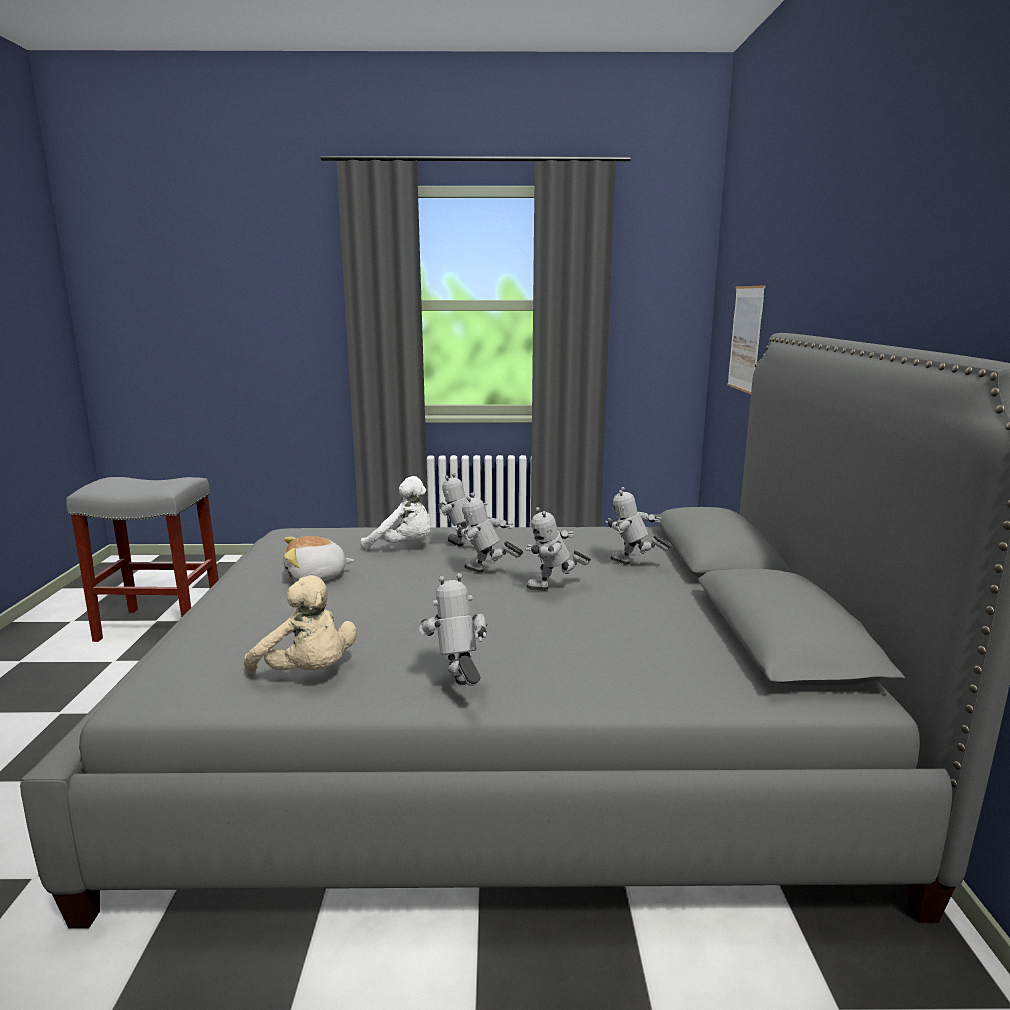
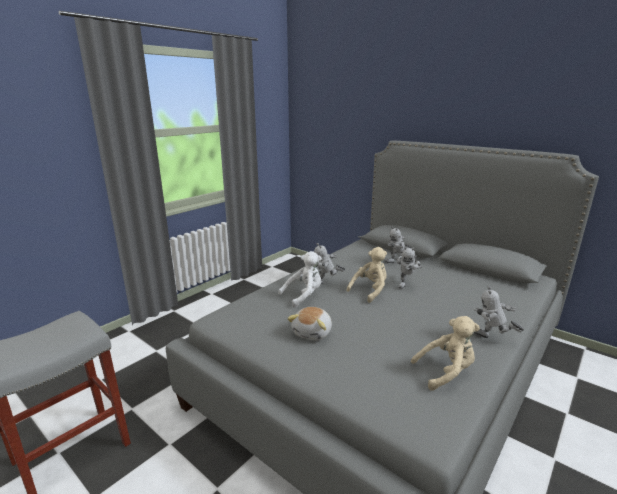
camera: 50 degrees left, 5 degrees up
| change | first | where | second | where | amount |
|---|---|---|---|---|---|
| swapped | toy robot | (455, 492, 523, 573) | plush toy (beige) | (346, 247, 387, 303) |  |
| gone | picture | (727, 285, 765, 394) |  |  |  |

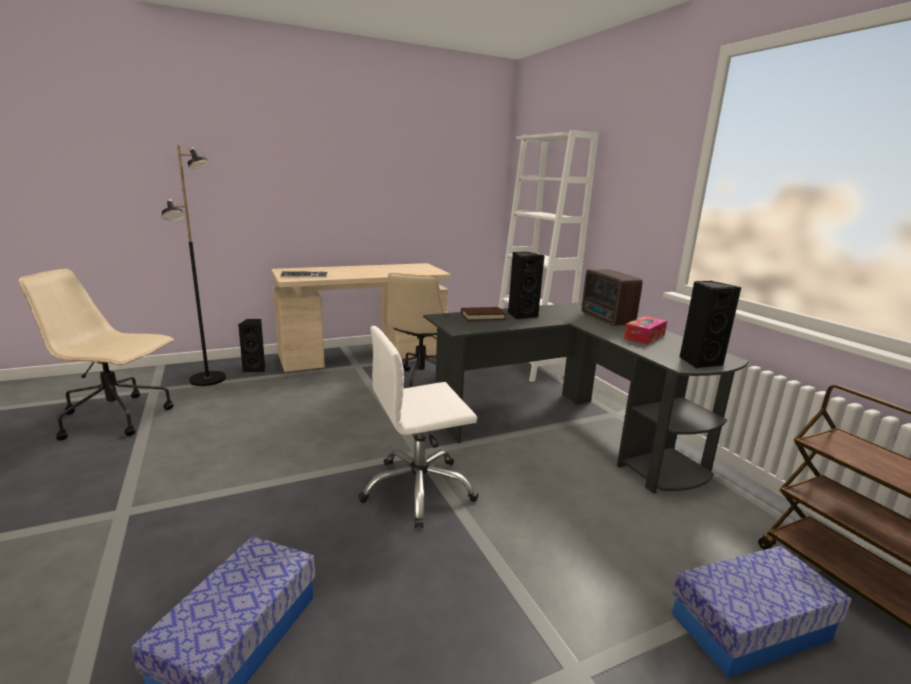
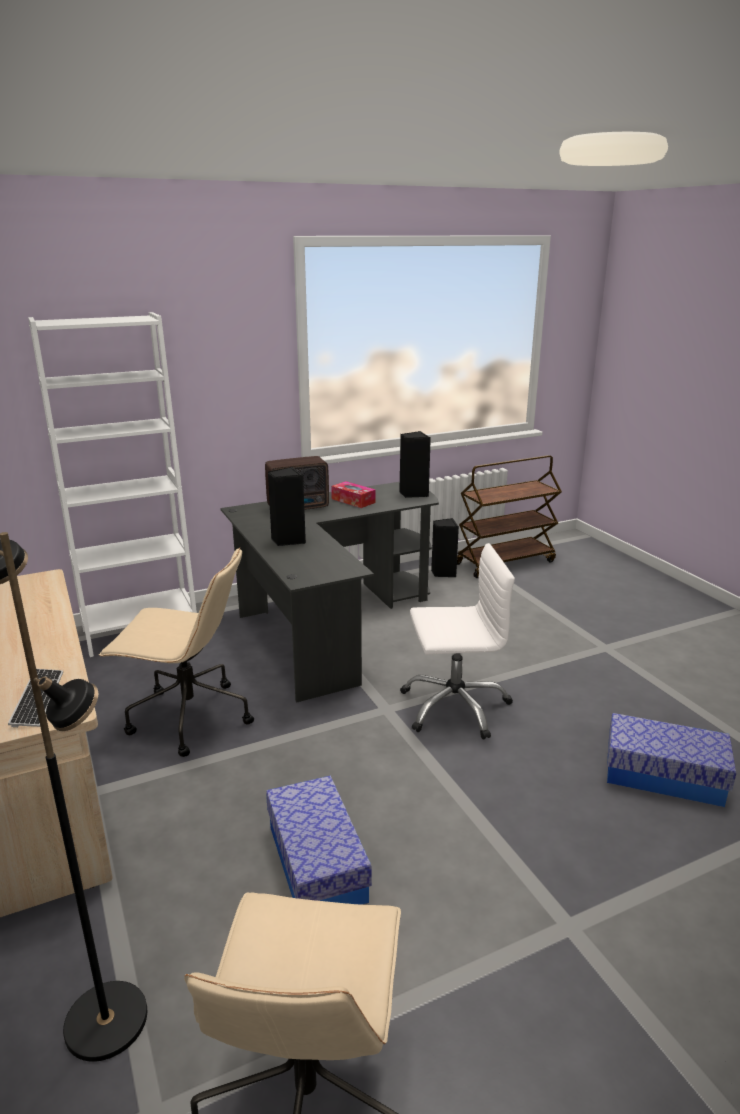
camera: 90 degrees left, 5 degrees up
| change | first | where | second | where | amount |
|---|---|---|---|---|---|
| shifted | storage box | (672, 546, 851, 677) |  | (266, 775, 372, 905) |  |
| rotated | office chair (white) | (358, 326, 479, 528) |  | (400, 543, 515, 740) | 75 degrees counterclockwise |
| shifted | speaker (black) | (238, 319, 265, 372) |  | (431, 518, 459, 577) |  |
| gone | book (brown) | (461, 307, 506, 321) |  |  |  |

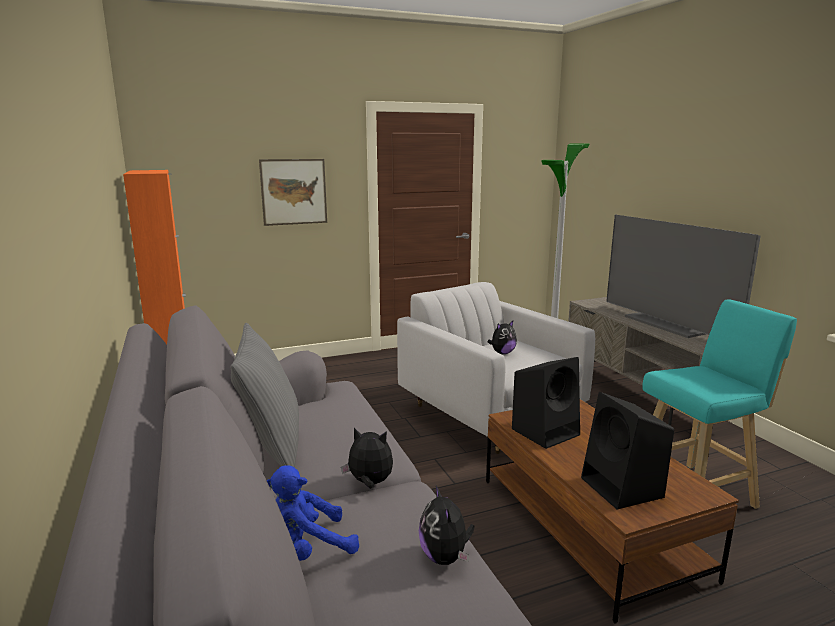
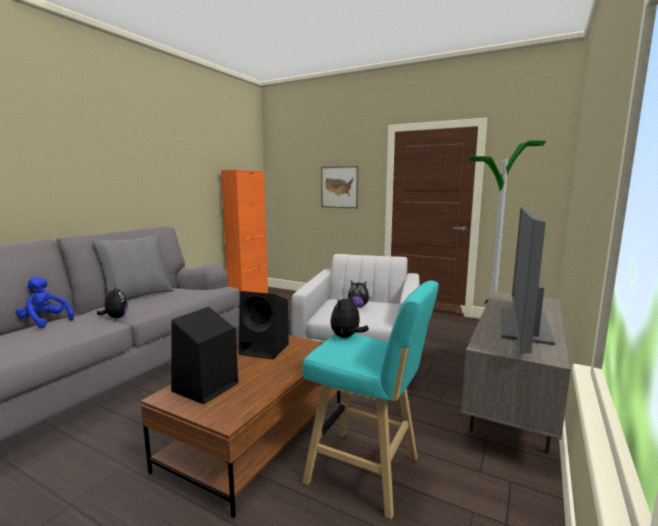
camera: 50 degrees right, 5 degrees down
| change | first | where | second | where | amount |
|---|---|---|---|---|---|
| shifted | plush toy | (419, 484, 475, 565) |  | (330, 294, 369, 338) |  |

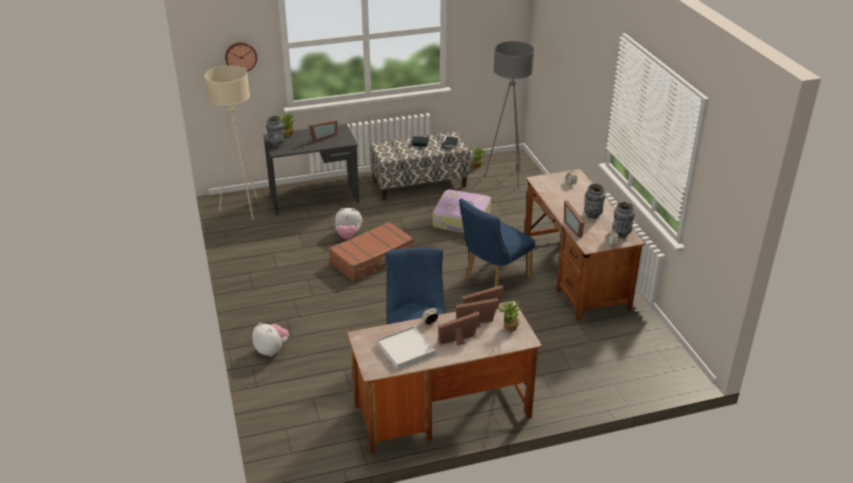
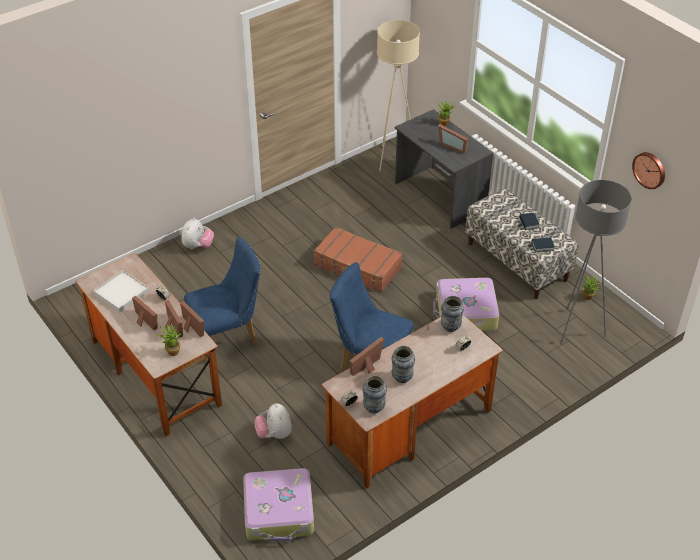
camera: 70 degrees right, 10 degrees up
| change | first | where | second | where | amount |
|---|---|---|---|---|---|
| new |  |  | suitcase | (243, 468, 314, 541) |  |
| shifted | plush toy | (335, 208, 362, 239) |  | (255, 403, 292, 439) |  |
| shifted | vase | (266, 116, 284, 147) |  | (441, 296, 464, 332) |  |
| shifted | wall clock | (225, 42, 257, 72) |  | (632, 152, 665, 189) |  |

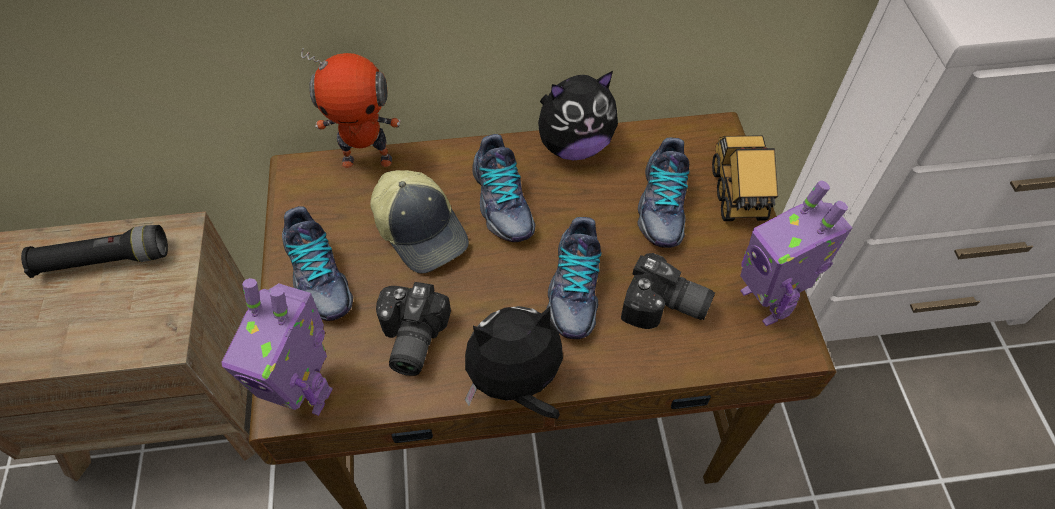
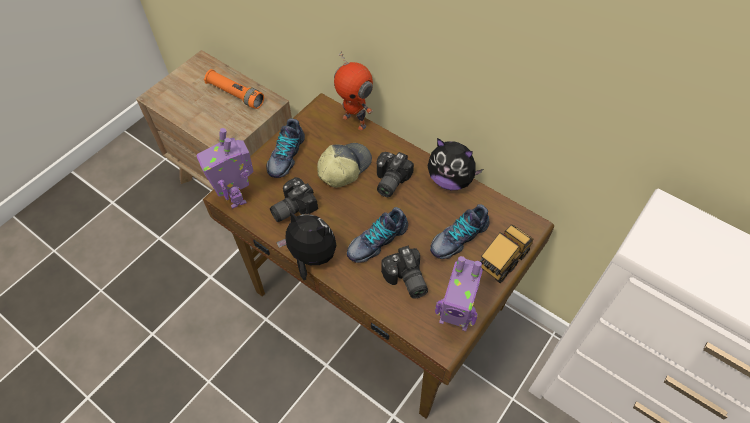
camera: 45 degrees right, 0 degrees up
| change | first | where | second | where | amount |
|---|---|---|---|---|---|
| repainted | flashlight (black) | (21, 225, 168, 278) | flashlight (orange) | (204, 69, 264, 109) |  |
| rotated | cap | (370, 170, 469, 273) |  | (317, 143, 372, 188) | 150 degrees counterclockwise |
| swapped | shoe | (472, 134, 535, 242) | photo camera | (377, 152, 414, 197) |  |
| rotated | toy robot | (740, 181, 852, 326) |  | (435, 256, 483, 331) | 90 degrees counterclockwise |

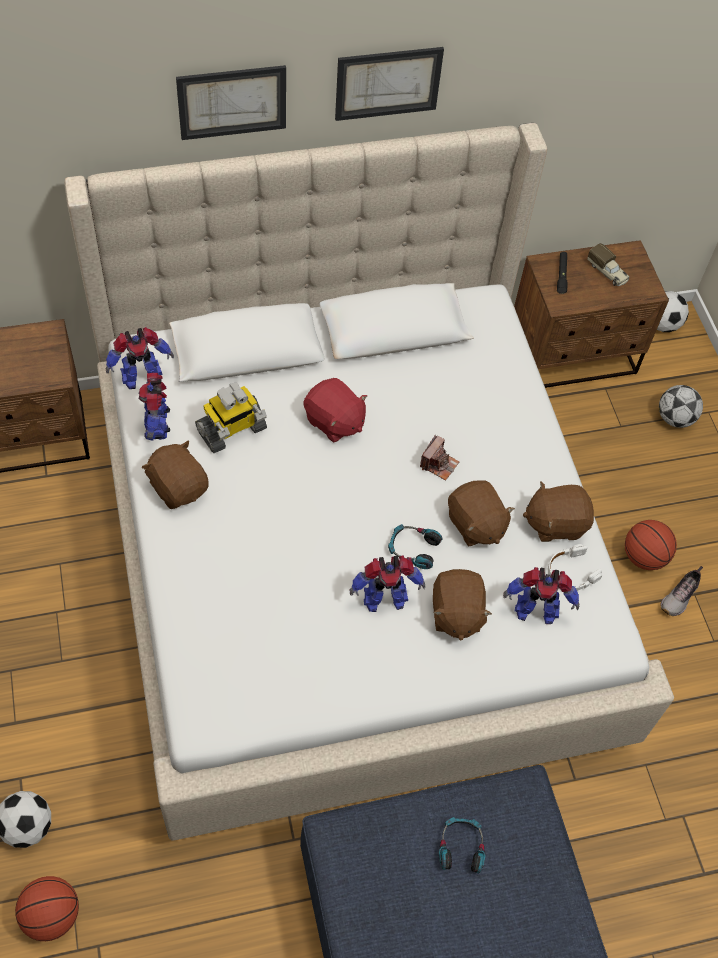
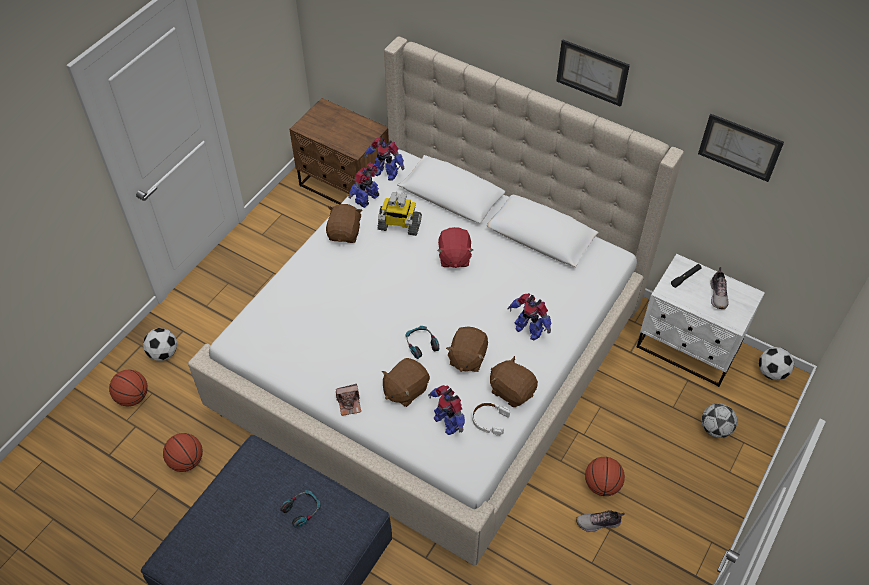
camera: 50 degrees right, 5 degrees down
| change | first | where | second | where | amount |
|---|---|---|---|---|---|
| new |  |  | basketball | (163, 433, 203, 472) |  |
| shifted | photo camera | (420, 435, 459, 480) |  | (336, 384, 361, 416) |  |
| shifted | toy robot | (350, 556, 425, 612) |  | (508, 293, 552, 341) |  |
| repainted | nightstand (brown) | (514, 240, 669, 388) | nightstand (white) | (637, 254, 765, 387) |  |
| shifted | picture | (176, 65, 286, 140) |  | (698, 114, 784, 182) |  |
| swapped | toy truck | (587, 243, 629, 286) | shoe | (710, 267, 729, 309) |  |

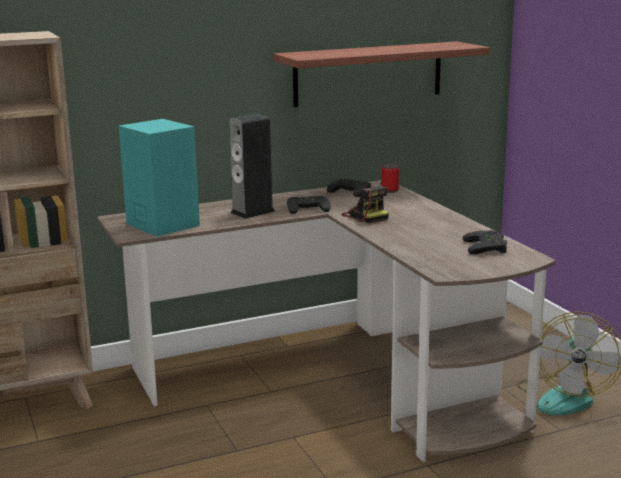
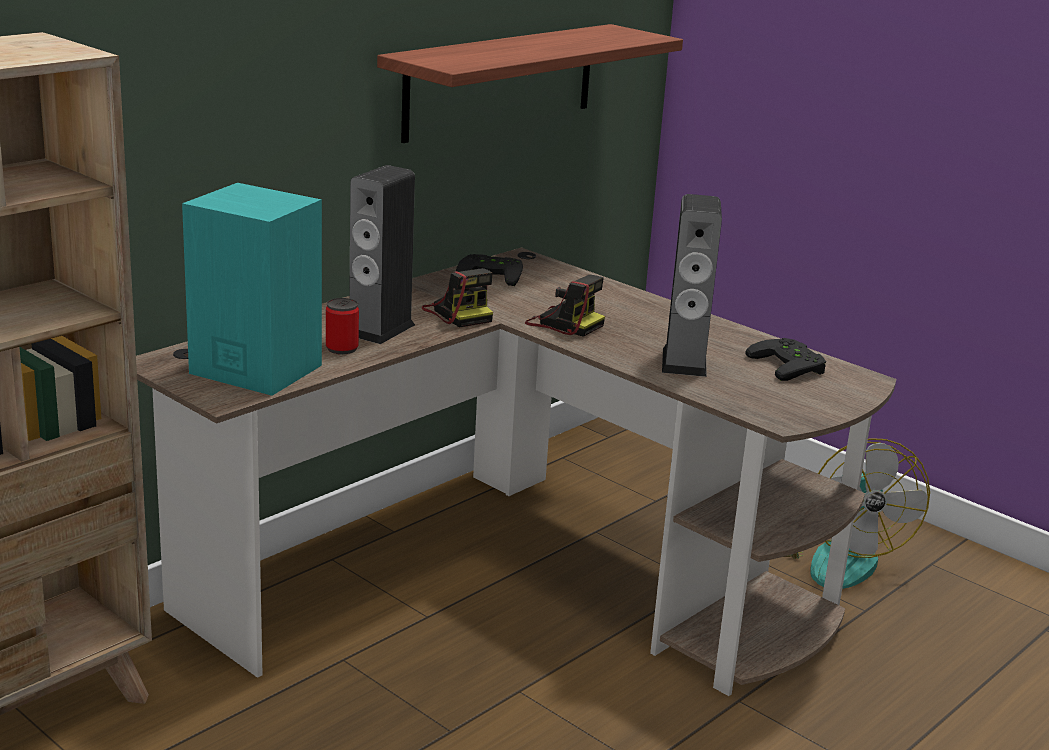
camera: 25 degrees left, 5 degrees up
| change | first | where | second | where | amount |
|---|---|---|---|---|---|
| shifted | can | (381, 164, 399, 193) |  | (326, 298, 359, 354) |  |
| swapped | game controller (black) | (287, 196, 331, 214) | photo camera | (422, 268, 493, 328) |  |
| new |  |  | speaker | (662, 194, 722, 377) |  |

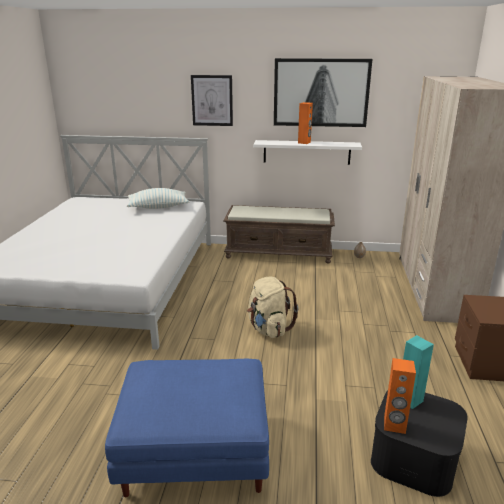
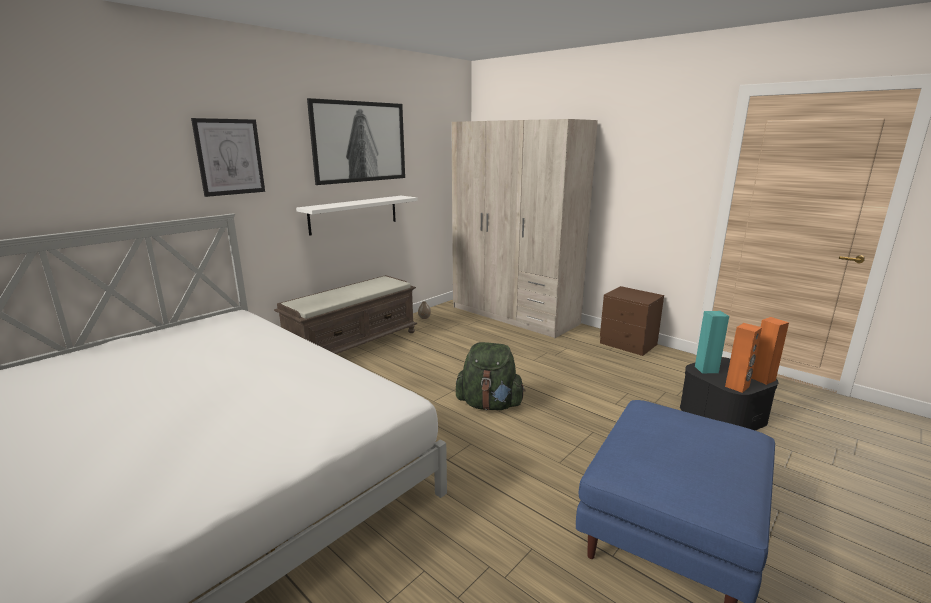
camera: 55 degrees left, 5 degrees down
| change | first | where | second | where | amount |
|---|---|---|---|---|---|
| repainted | backpack (beige) | (247, 277, 299, 338) | backpack (green) | (456, 342, 525, 410) |  |
| shifted | speaker (orange) | (298, 102, 313, 144) |  | (751, 317, 789, 385) |  |
| gone | pillow | (127, 188, 189, 209) |  |  |  |

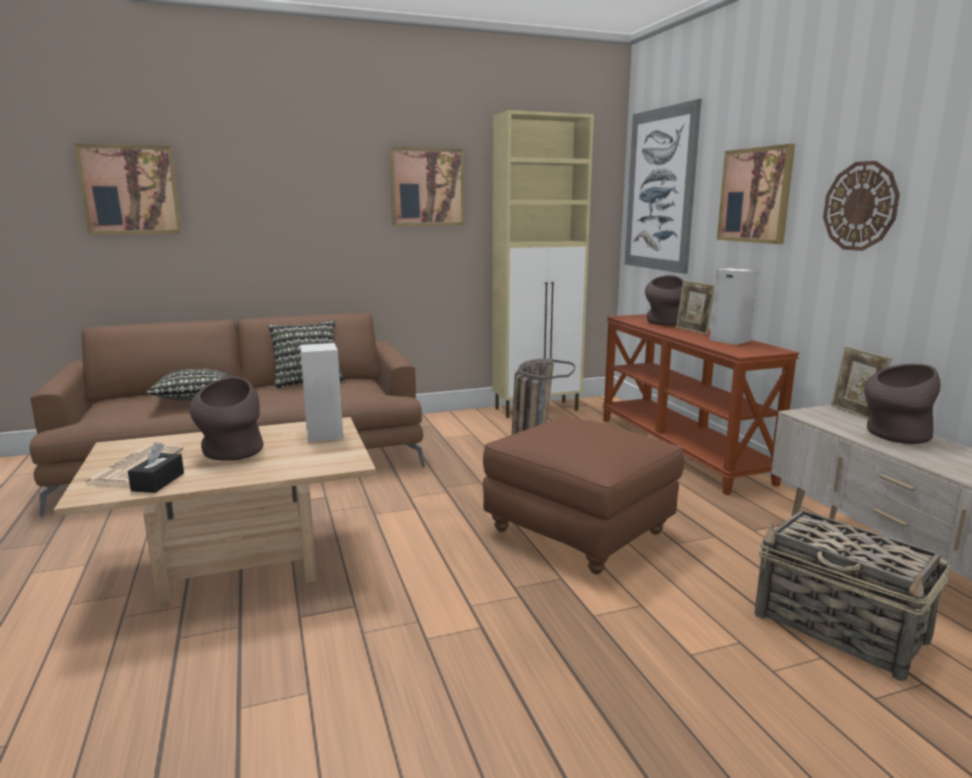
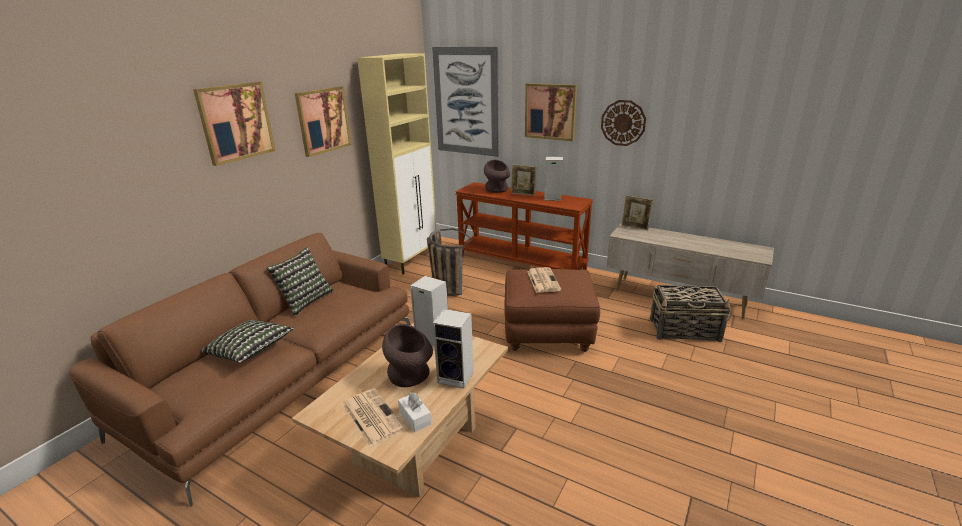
camera: 40 degrees left, 10 degrees up
| change | first | where | second | where | amount |
|---|---|---|---|---|---|
| shifted | picture | (74, 144, 182, 235) |  | (193, 82, 276, 166) |  |
| repainted | tissue box (black) | (128, 442, 184, 493) | tissue box (white) | (398, 392, 432, 432) |  |
| new |  |  | speaker | (433, 309, 474, 388) |  |
| new |  |  | newspaper | (527, 267, 561, 293) |  |
| gone | vase (brown) | (864, 364, 941, 444) |  |  |  |

